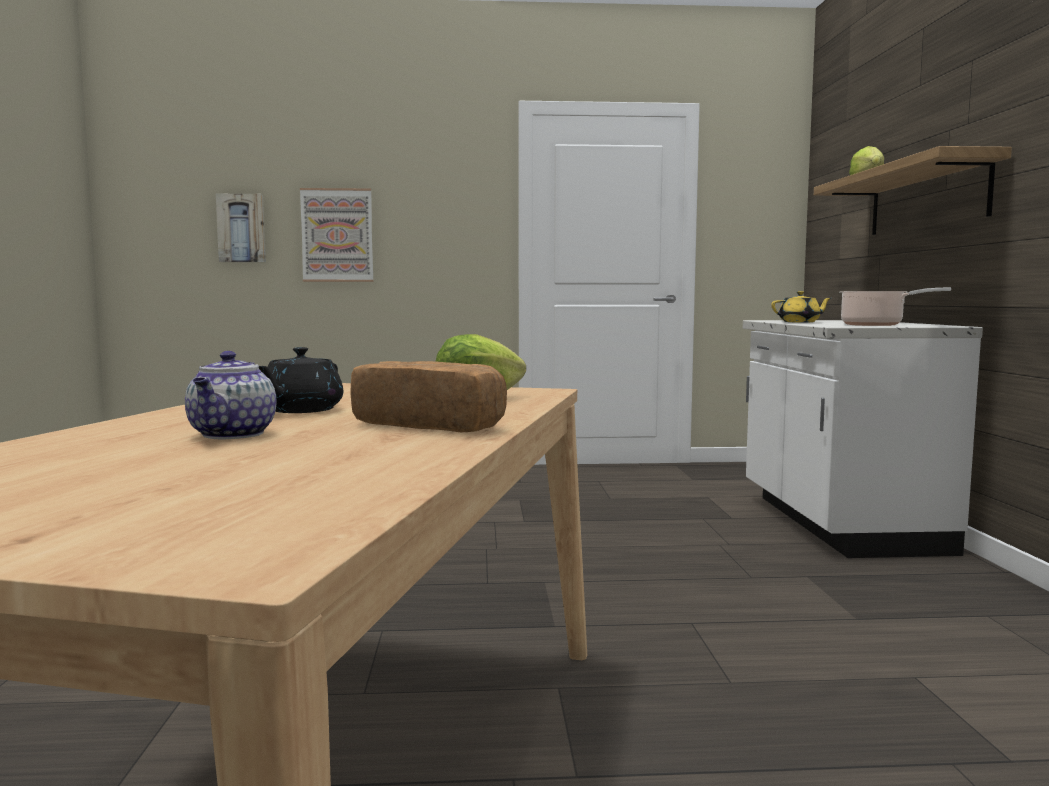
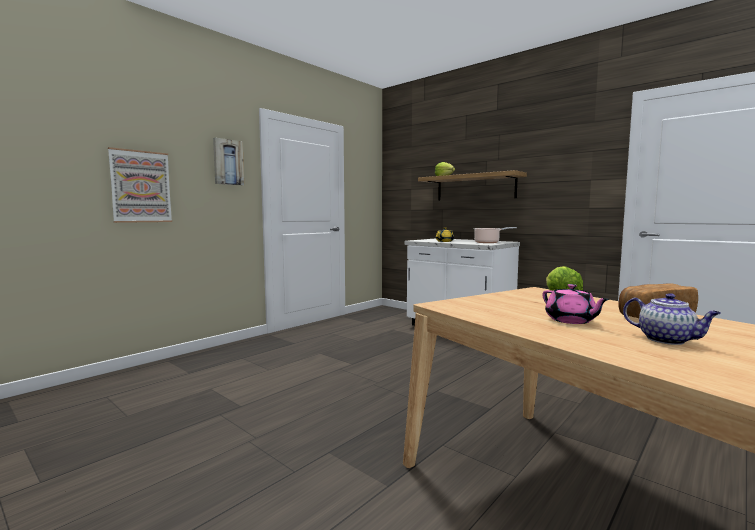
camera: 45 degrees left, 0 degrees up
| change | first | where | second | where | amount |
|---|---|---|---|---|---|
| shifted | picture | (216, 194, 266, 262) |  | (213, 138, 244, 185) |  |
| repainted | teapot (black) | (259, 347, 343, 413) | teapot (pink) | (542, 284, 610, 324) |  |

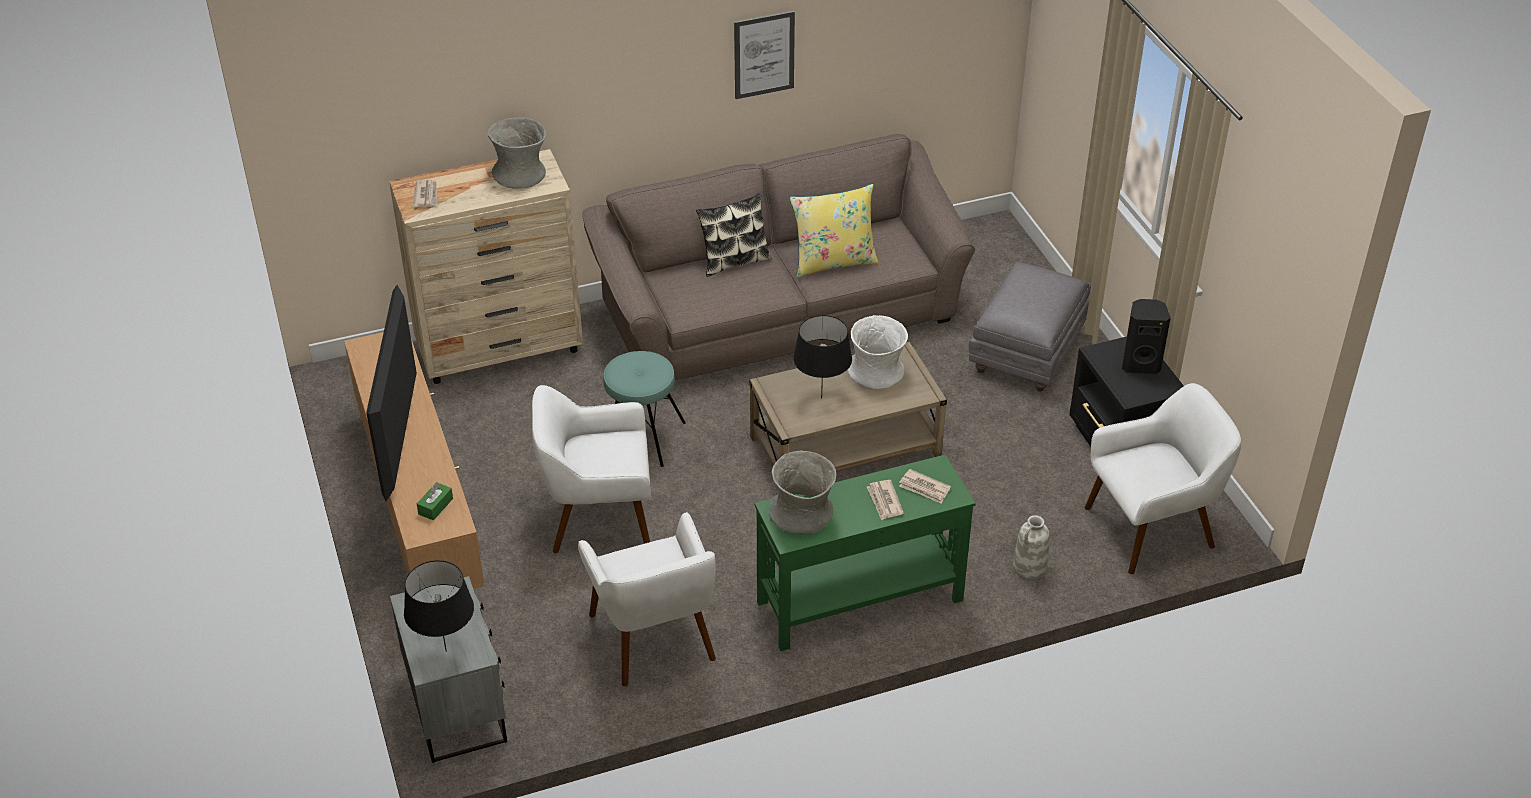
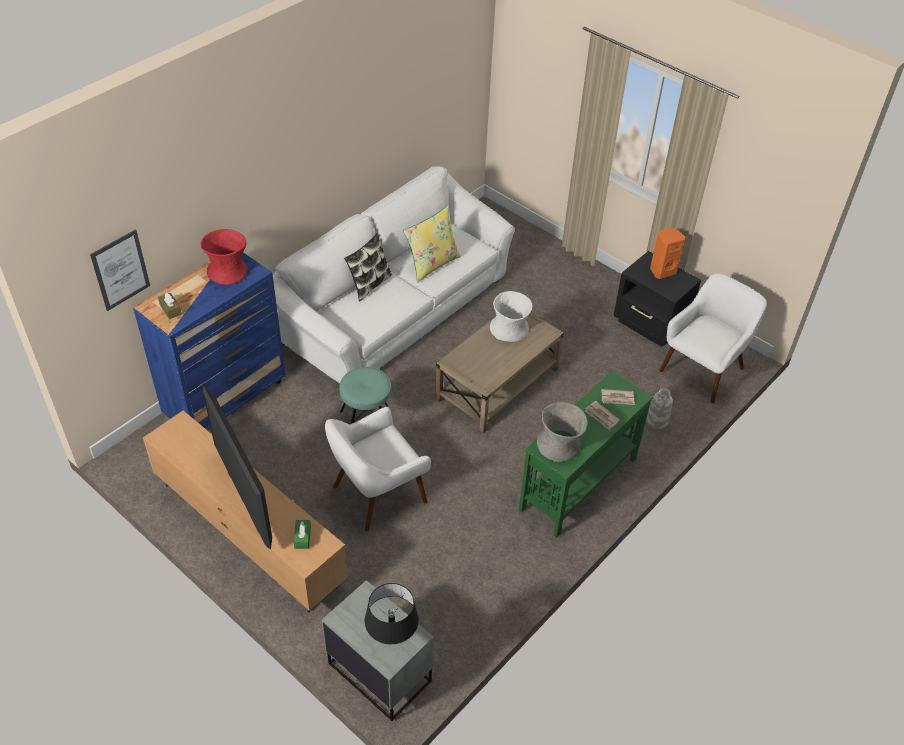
camera: 30 degrees left, 5 degrees up
| change | first | where | second | where | amount |
|---|---|---|---|---|---|
| shifted | picture | (734, 11, 795, 99) |  | (90, 229, 150, 311) |  |
| repainted | dresser (beige) | (389, 149, 583, 384) | dresser (blue) | (133, 252, 286, 430) |  |
| swapped | newspaper | (413, 180, 437, 207) | tissue box (brown) | (158, 292, 182, 319) |  |
| repainted | vase (grey) | (488, 117, 546, 189) | vase (red) | (201, 229, 247, 285) |  |
| repainted | sofa (brown) | (583, 134, 975, 380) | sofa (white) | (272, 166, 515, 383) |  |
| repainted | speaker (black) | (1122, 299, 1171, 374) | speaker (orange) | (650, 228, 685, 279) |  |
| gone | armchair (white) | (578, 512, 716, 686) |  |  |  |
| gone | table lamp (black) | (793, 315, 852, 399) |  |  |  |
| gone | ottoman (grey) | (969, 262, 1091, 392) |  |  |  |

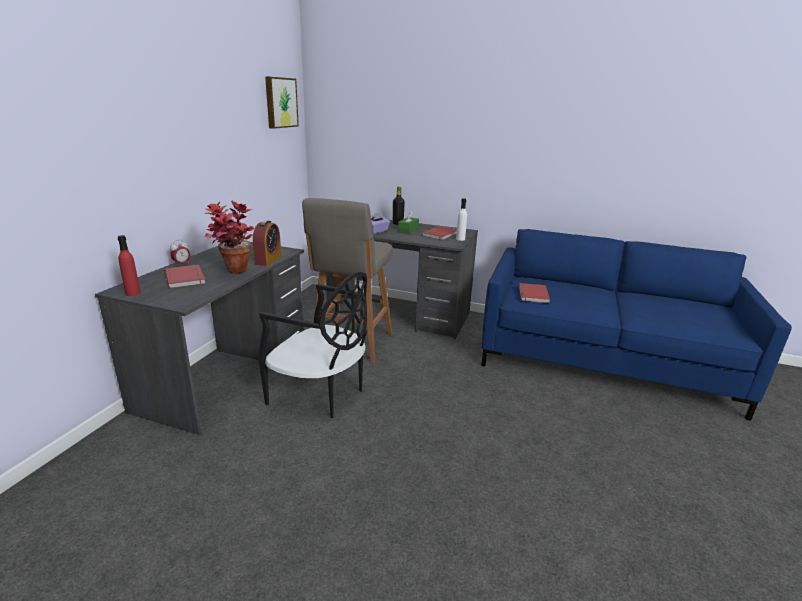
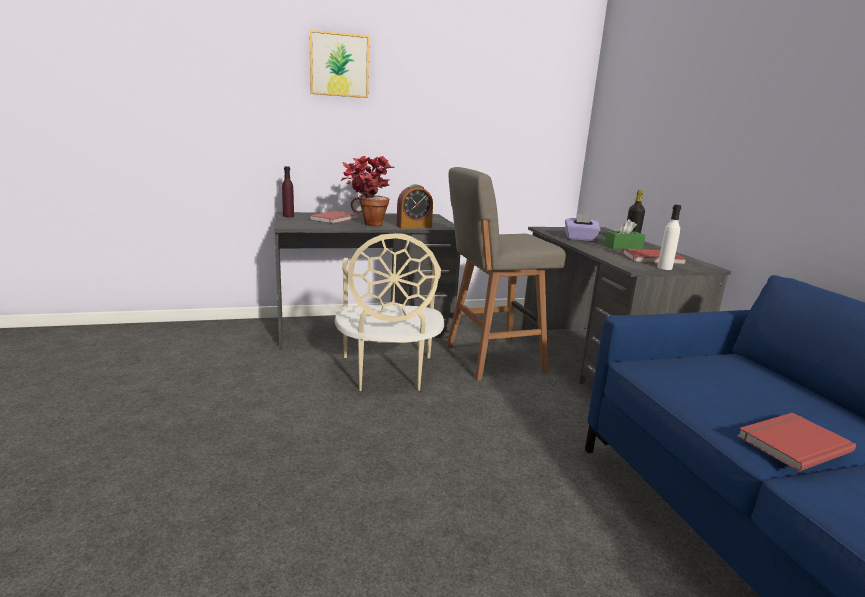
camera: 55 degrees right, 5 degrees down
| change | first | where | second | where | amount |
|---|---|---|---|---|---|
| repainted | bottle (red) | (118, 235, 141, 296) | bottle (purple) | (282, 166, 294, 217) |  |
| shifted | picture | (265, 76, 299, 129) |  | (309, 30, 369, 98) |  |
| repainted | chair (black) | (259, 272, 367, 418) | chair (beige) | (335, 233, 444, 391) |  |
| shifted | book (red) | (519, 283, 550, 303) |  | (737, 413, 856, 472) |  |

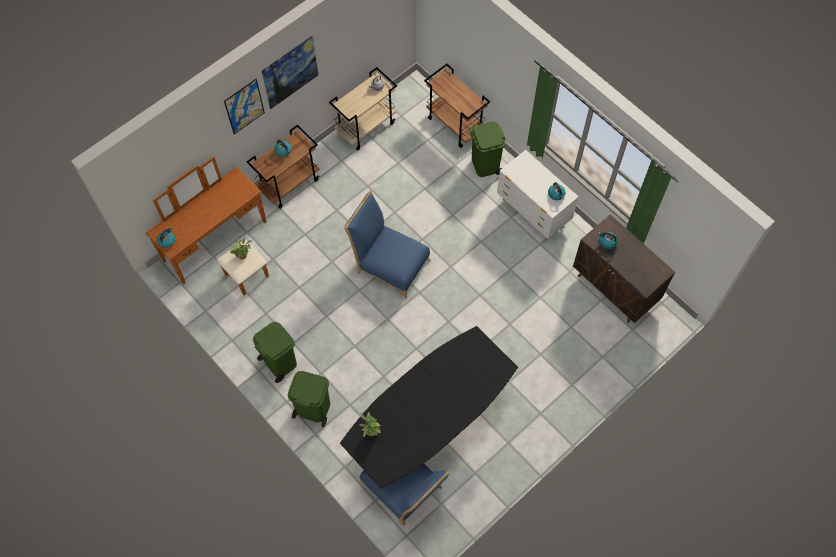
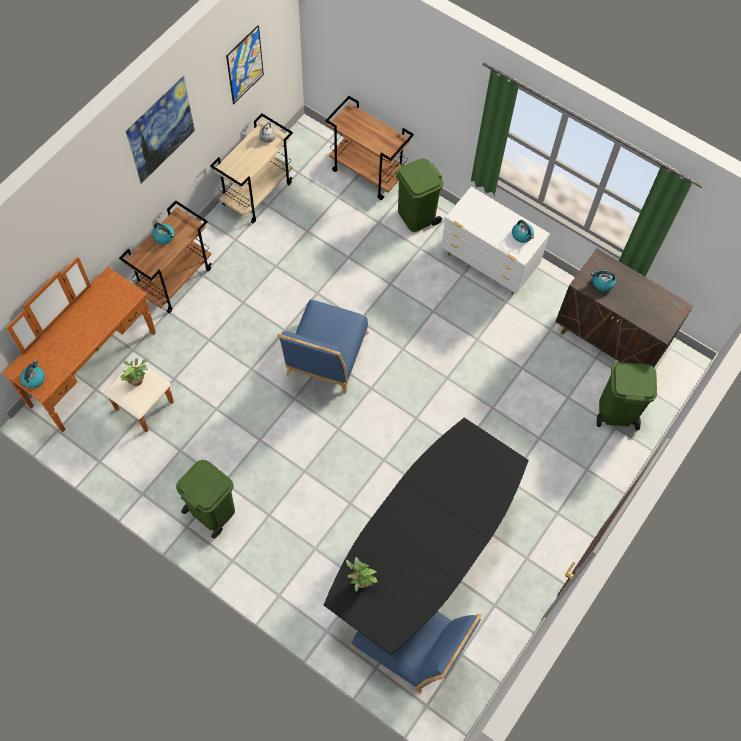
camera: 15 degrees left, 0 degrees up
| change | first | where | second | where | amount |
|---|---|---|---|---|---|
| shifted | picture | (224, 79, 265, 134) |  | (226, 25, 264, 104) |  |
| rotated | chair (blue) | (344, 191, 431, 298) |  | (277, 299, 369, 394) | 90 degrees counterclockwise |
| shifted | trash can (green) | (288, 371, 330, 427) |  | (597, 362, 657, 430) |  |

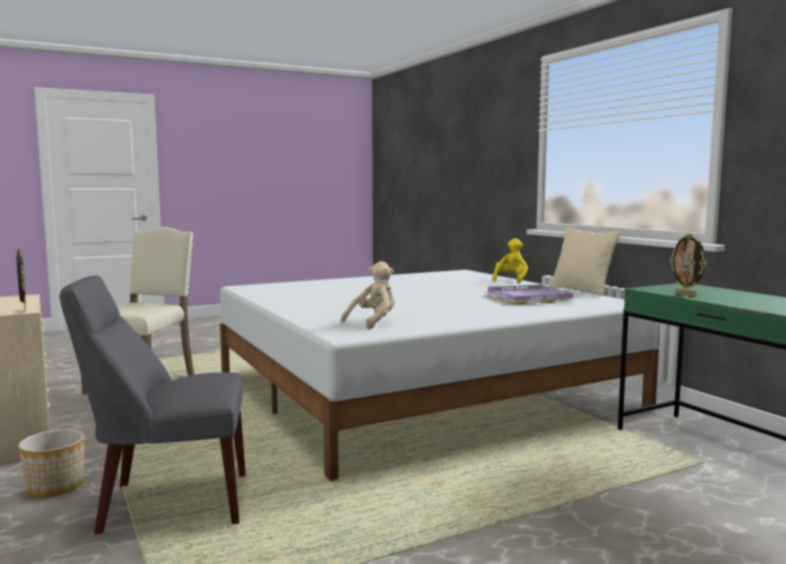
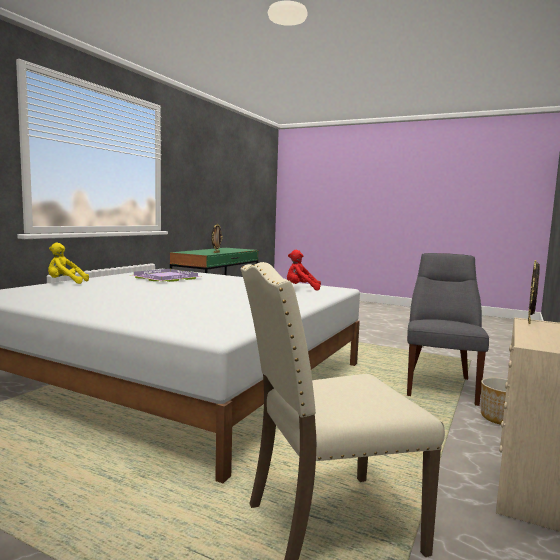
camera: 125 degrees left, 0 degrees up
| change | first | where | second | where | amount |
|---|---|---|---|---|---|
| repainted | plush toy (beige) | (341, 261, 395, 329) | plush toy (red) | (287, 250, 321, 291) |  |
| rotated | chair (grey) | (60, 275, 246, 534) |  | (407, 253, 489, 406) | 120 degrees counterclockwise |
| gone | pillow (beige) | (550, 227, 621, 296) |  |  |  |

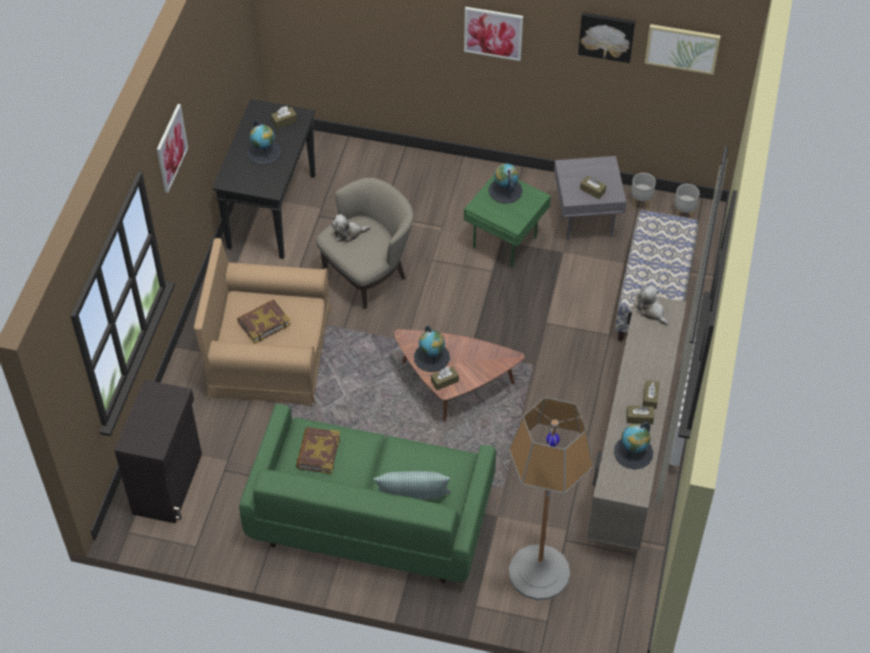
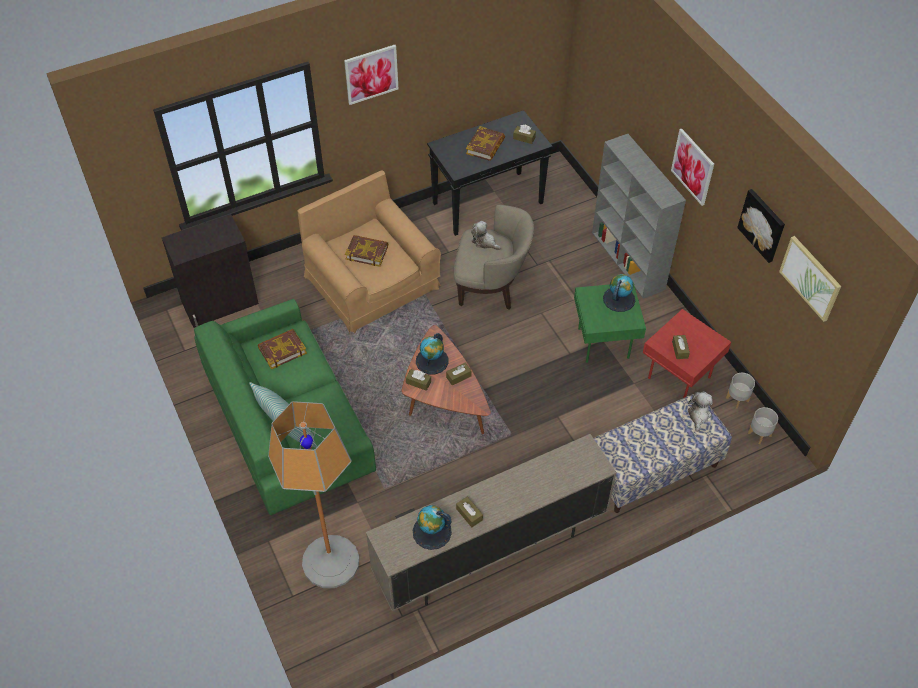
camera: 50 degrees right, 0 degrees up
| change | first | where | second | where | amount |
|---|---|---|---|---|---|
| shifted | tissue box (brown) | (643, 380, 660, 409) |  | (446, 362, 472, 385) |  |
| swapped | globe | (247, 120, 281, 165) | book | (466, 126, 505, 161) |  |
| new |  |  | bookcase (grey) | (592, 134, 686, 299) |  |
| repainted | side table (grey) | (554, 156, 626, 240) | side table (red) | (643, 309, 731, 398) |  |
| shifted | plush toy | (637, 286, 668, 325) |  | (688, 391, 713, 432) |  |

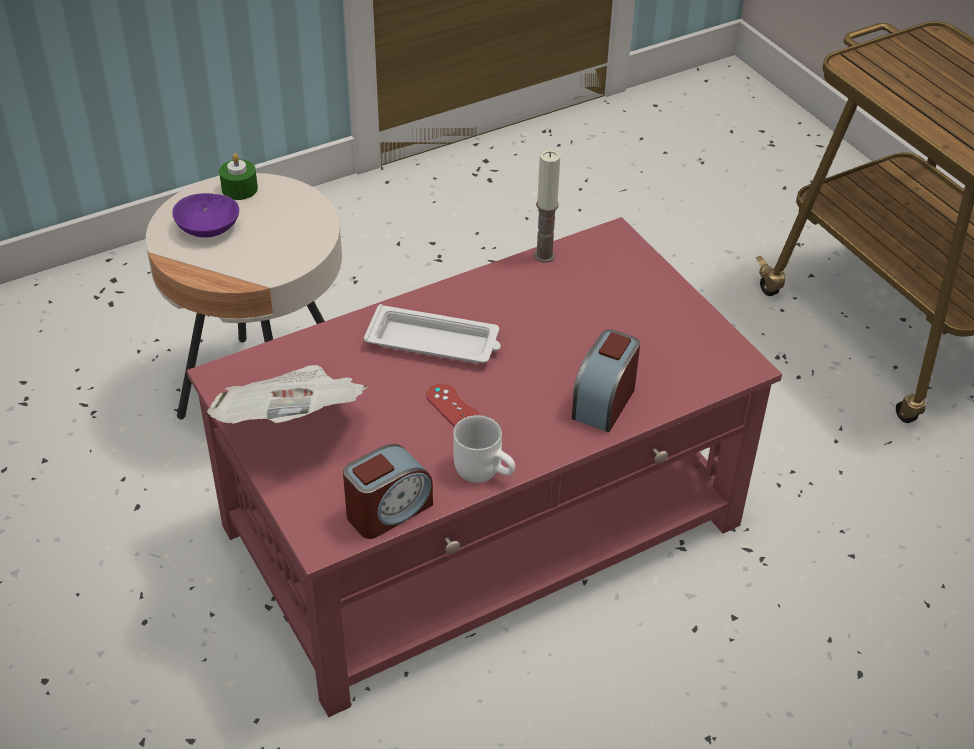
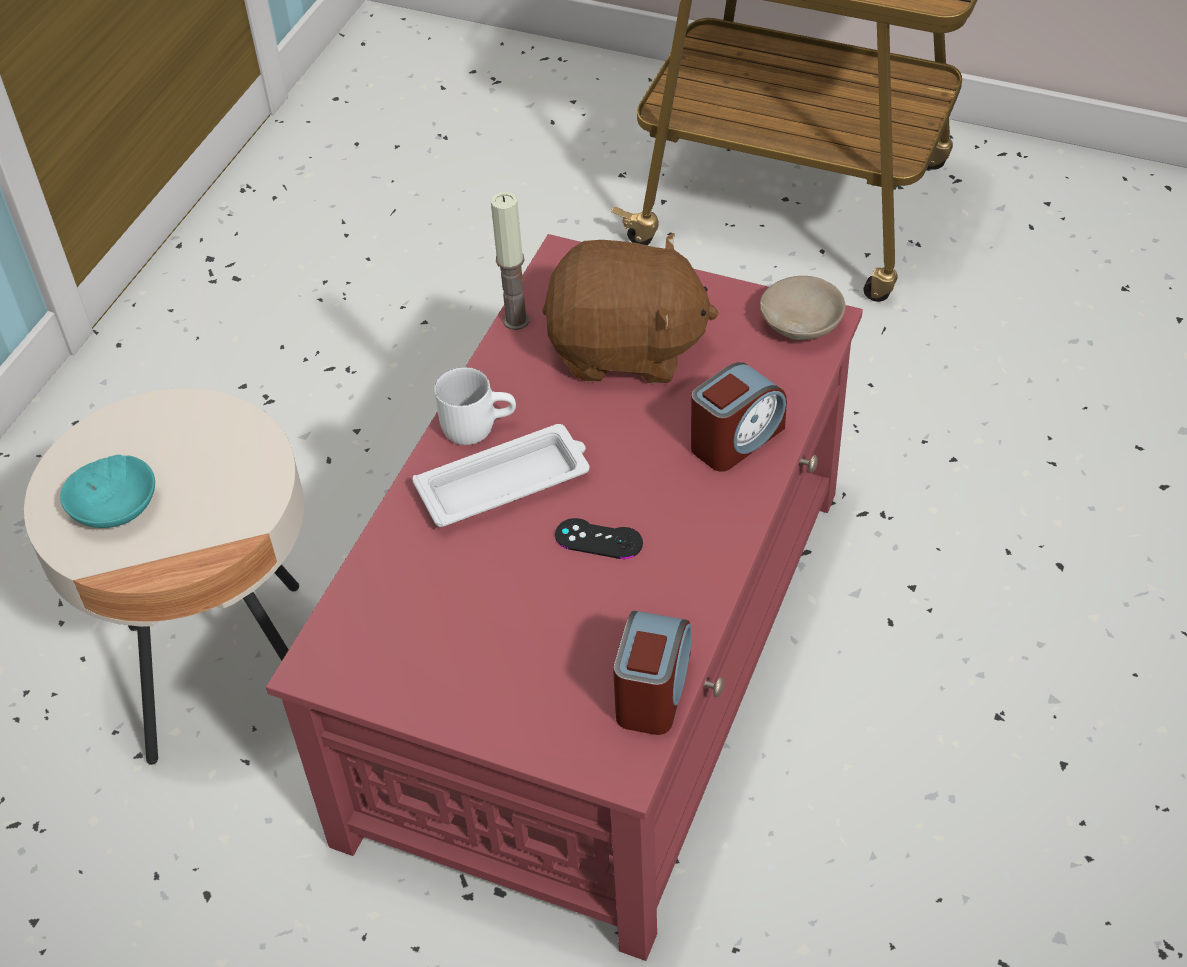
camera: 35 degrees left, 5 degrees up
| change | first | where | second | where | amount |
|---|---|---|---|---|---|
| repainted | bowl (purple) | (172, 193, 239, 237) | bowl (turquoise) | (60, 455, 155, 528) |  |
| shifted | mug (white) | (453, 415, 515, 483) |  | (434, 367, 516, 445) |  |
| new |  |  | plush toy (brown) | (542, 233, 719, 383) |  |
| repainted | game controller (red) | (426, 384, 480, 427) | game controller (black) | (555, 518, 643, 559) |  |
| rotated | alarm clock | (572, 329, 640, 432) |  | (691, 362, 787, 472) | 120 degrees counterclockwise |
| new |  |  | bowl (beige) | (760, 276, 845, 340) |  |
| gone | newspaper | (207, 365, 368, 424) |  |  |  |
| gone | candle (green) | (219, 153, 258, 200) |  |  |  |

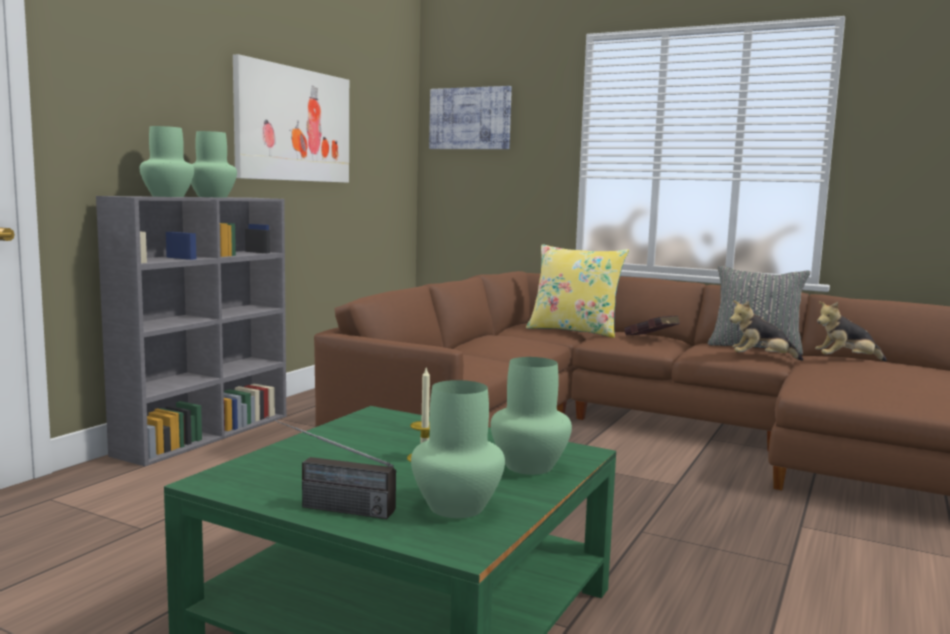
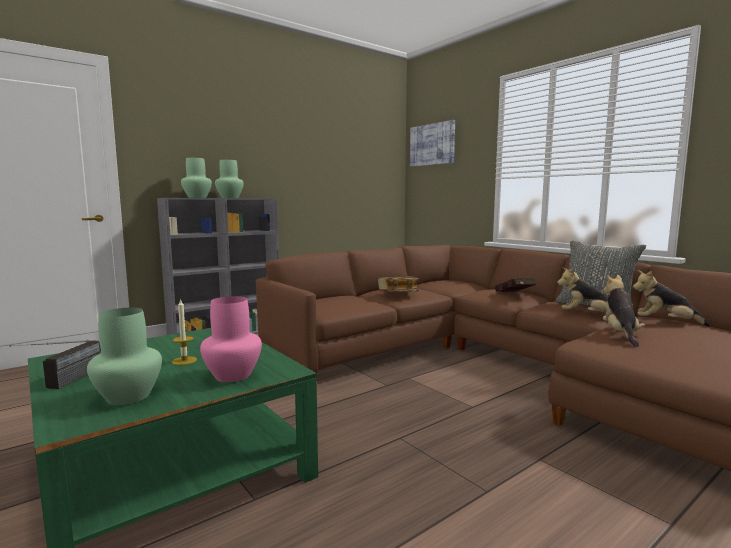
camera: 25 degrees right, 0 degrees up
| change | first | where | second | where | amount |
|---|---|---|---|---|---|
| rotated | radio | (266, 416, 396, 519) |  | (9, 340, 101, 389) | 120 degrees counterclockwise |
| repainted | vase (green) | (490, 357, 572, 475) | vase (pink) | (200, 296, 262, 382) |  |
| new |  |  | book | (378, 276, 419, 292) |  |
| new |  |  | plush toy | (603, 275, 645, 347) |  |
| gone | picture | (233, 54, 349, 183) |  |  |  |
| gone | pillow (yellow) | (526, 244, 629, 338) |  |  |  |

